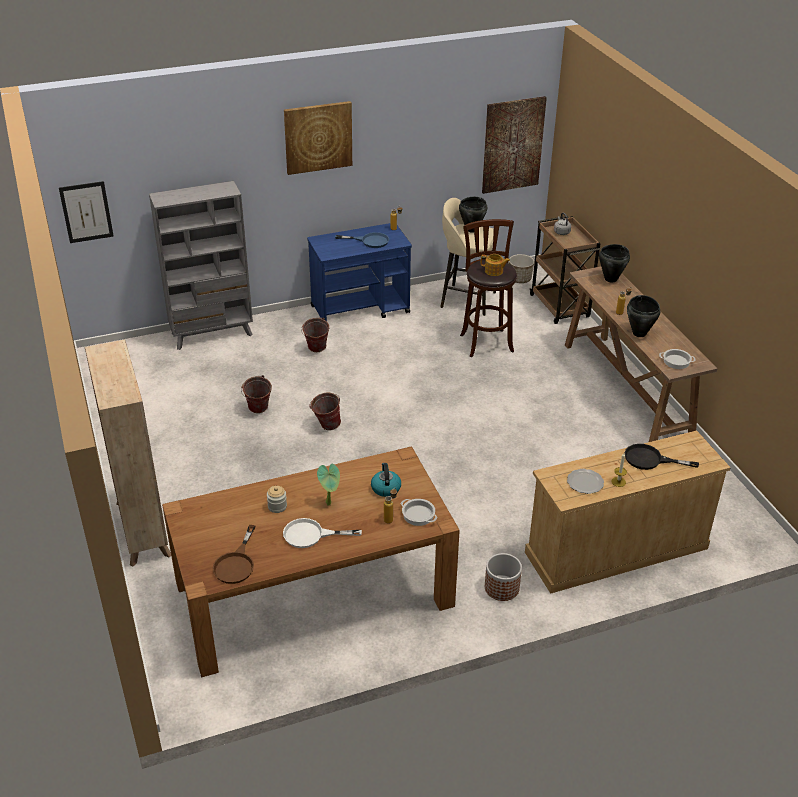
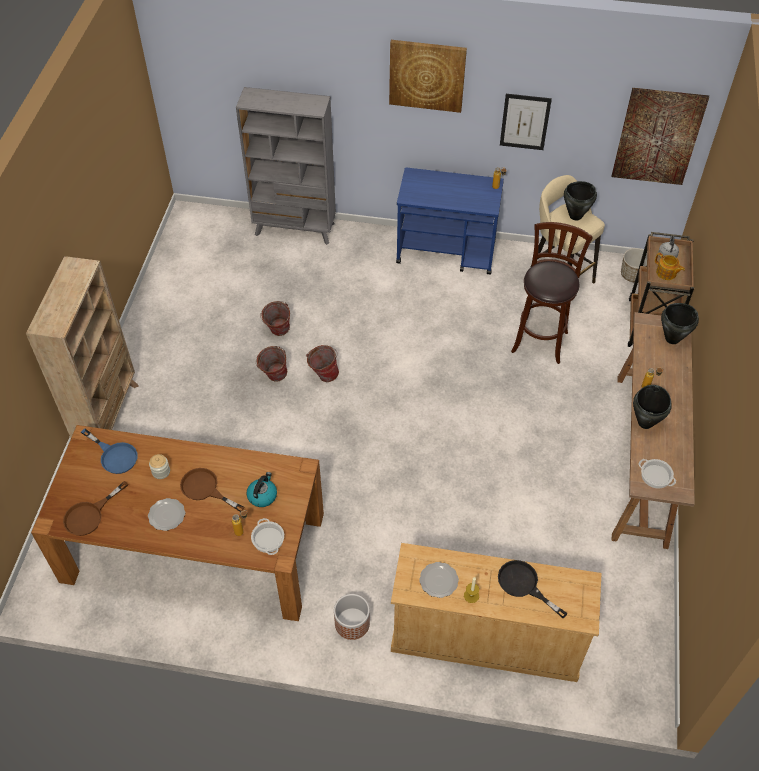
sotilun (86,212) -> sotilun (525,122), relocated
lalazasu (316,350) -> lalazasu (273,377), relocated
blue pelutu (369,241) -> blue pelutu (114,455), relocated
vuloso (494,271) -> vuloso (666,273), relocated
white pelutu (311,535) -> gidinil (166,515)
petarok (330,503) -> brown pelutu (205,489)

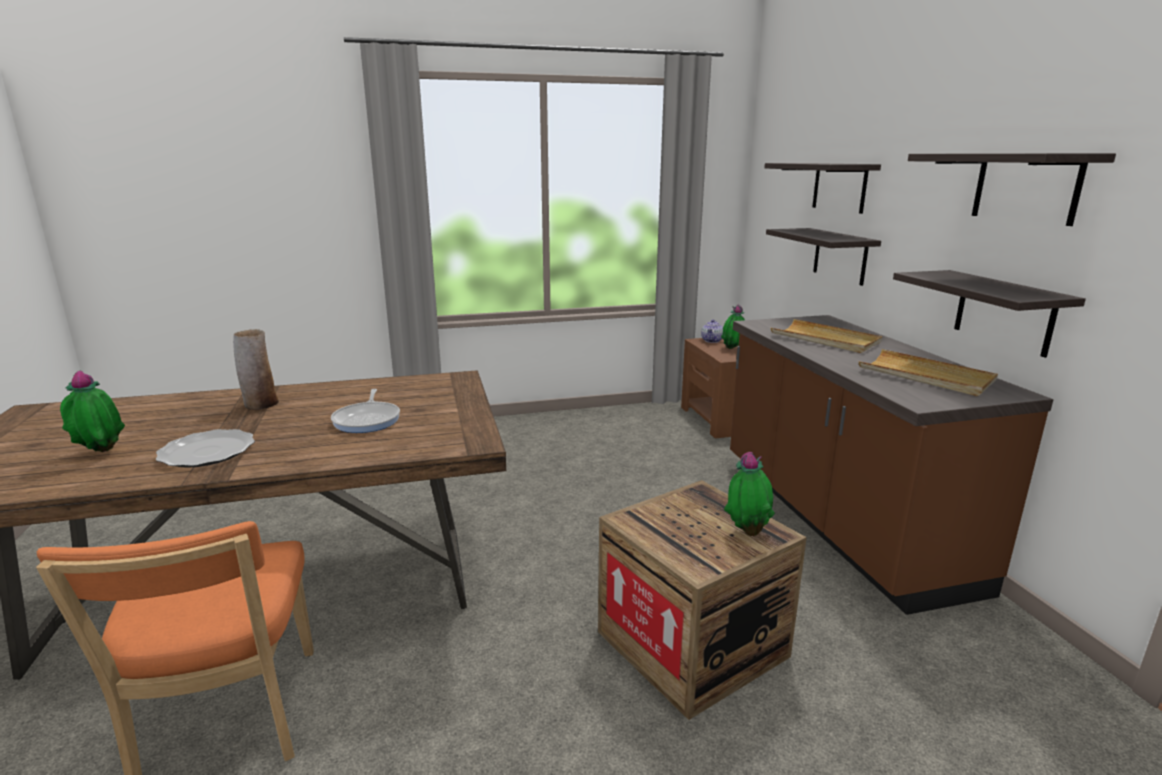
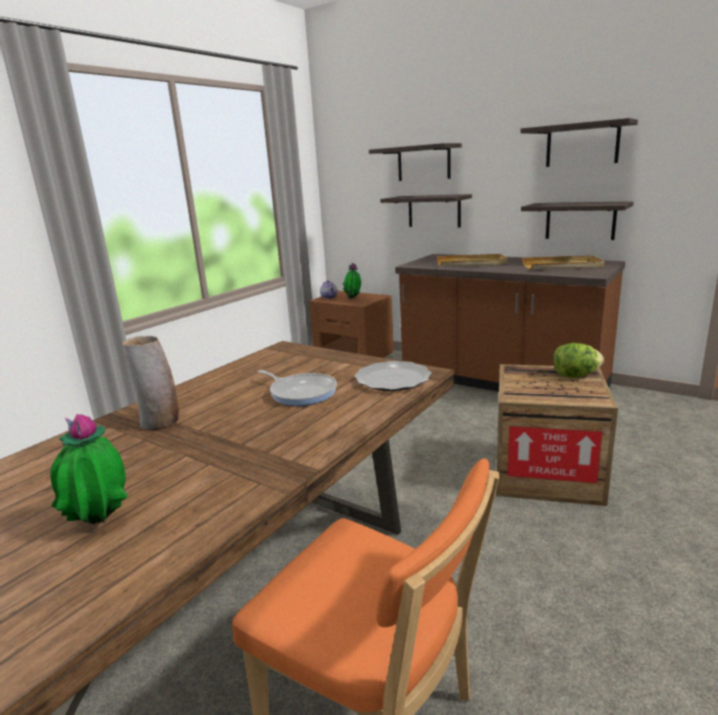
gidinil (207,452) -> gidinil (393,379), relocated
petarok (747,532) -> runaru (575,376)

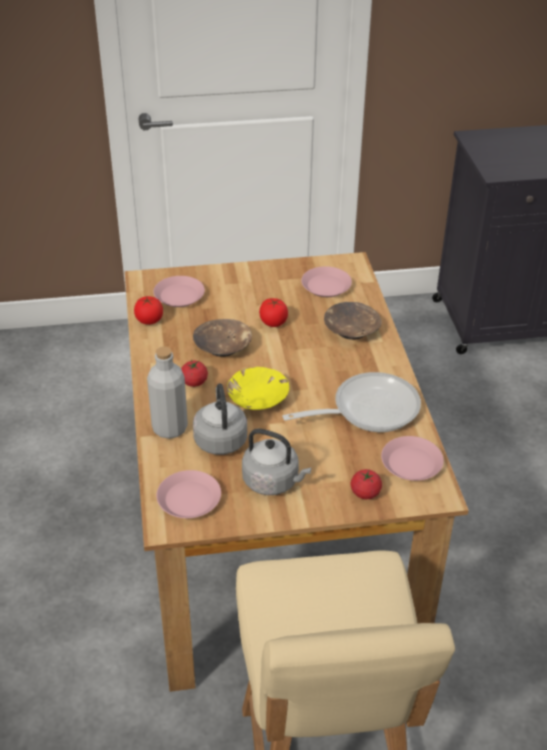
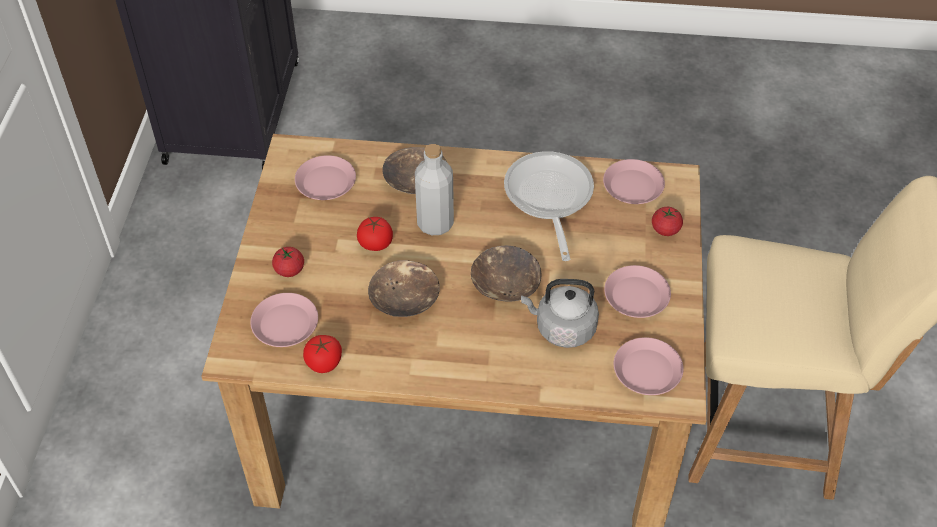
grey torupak (169,428) -> grey torupak (435,223), relocated
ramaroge (194,382) -> ramaroge (289,270), relocated
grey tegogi (273,481) -> pink gidinil (636,296)
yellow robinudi (258,398) -> brown robinudi (504,283)

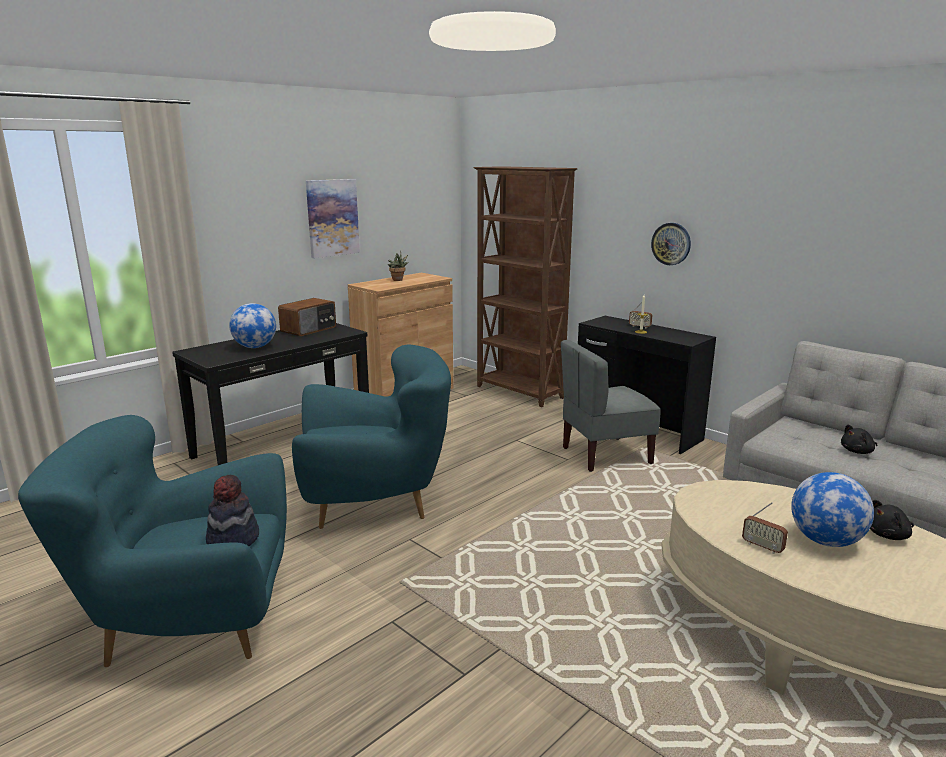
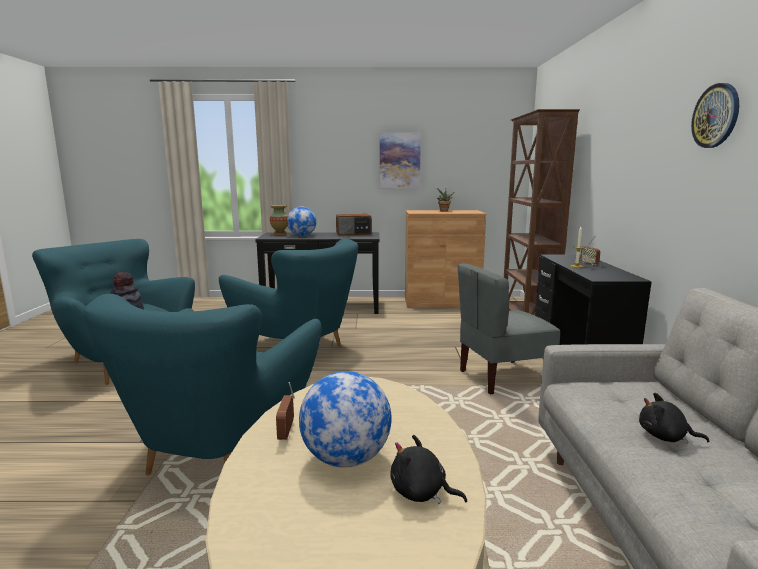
none -> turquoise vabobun (220,450)
none -> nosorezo (280,234)
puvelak (671,244) -> puvelak (716,116), relocated
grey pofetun (605,455) -> grey pofetun (503,378), 45 degrees counterclockwise

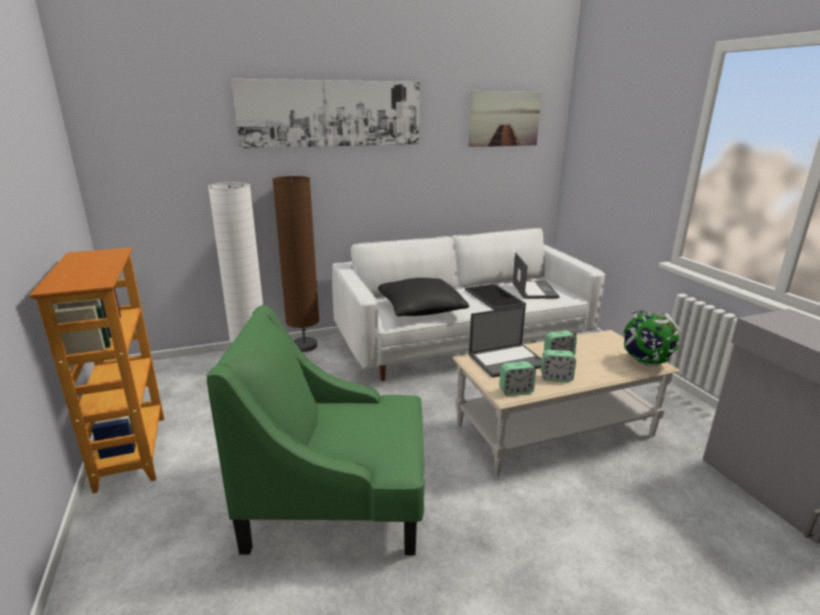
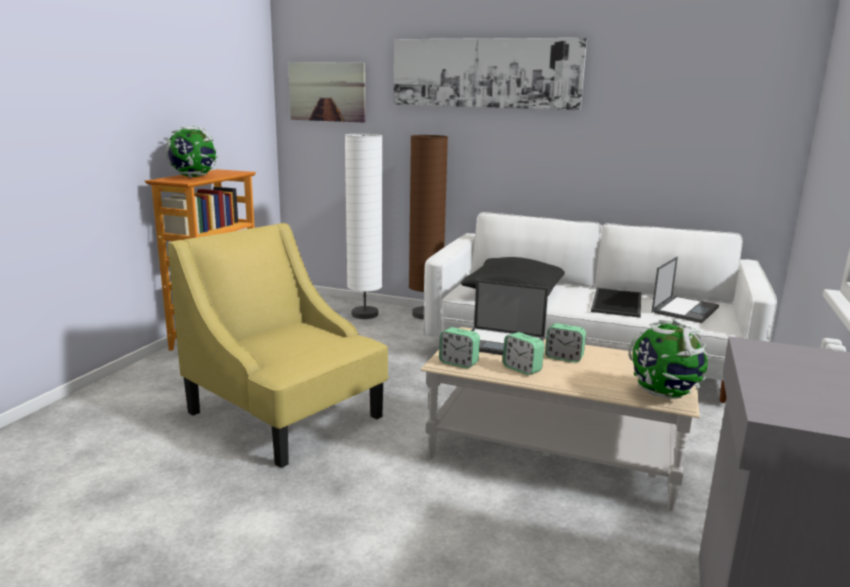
none -> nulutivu (193,177)
sotilun (504,119) -> sotilun (327,92), relocated
green vabobun (338,500) -> yellow vabobun (286,414)

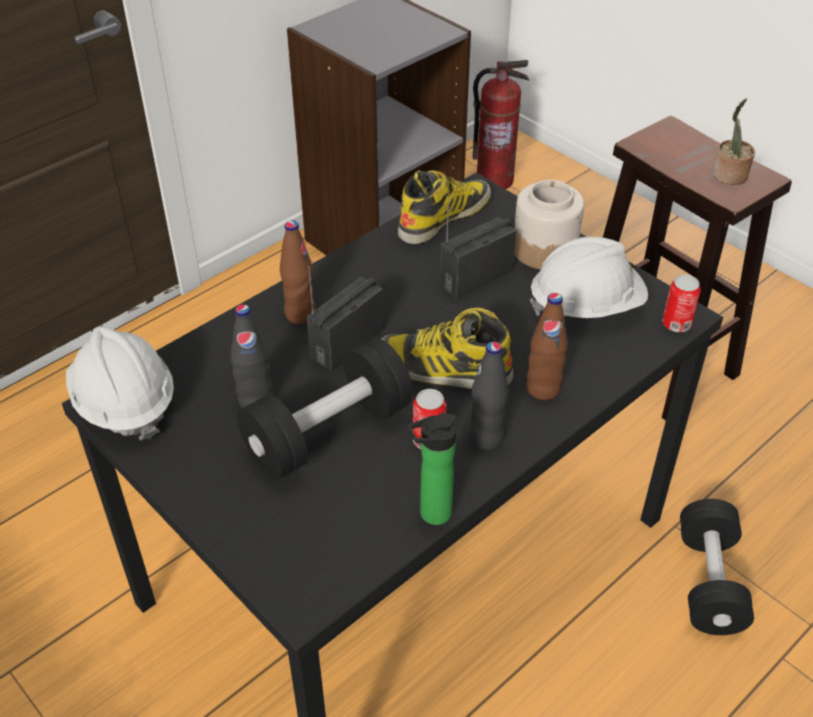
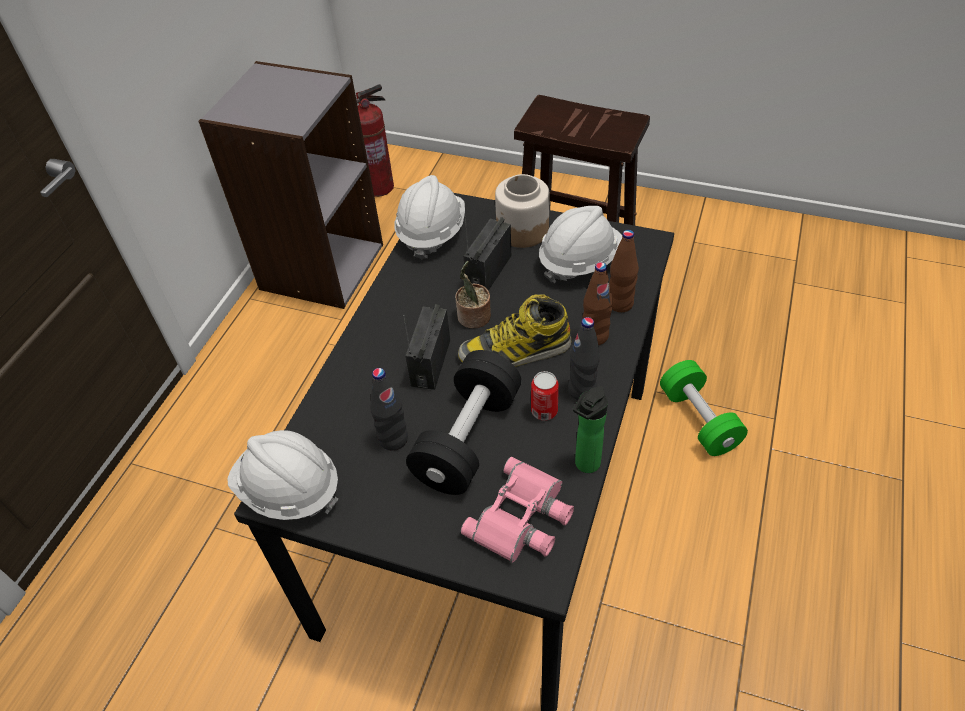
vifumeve (676,324) -> none
none -> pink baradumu (523,518)
brown torupak (300,314) -> brown torupak (620,304), relocated
petarok (729,176) -> petarok (473,318), relocated
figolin (444,216) -> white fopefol (431,232)
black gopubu (709,582) -> green gopubu (698,420)

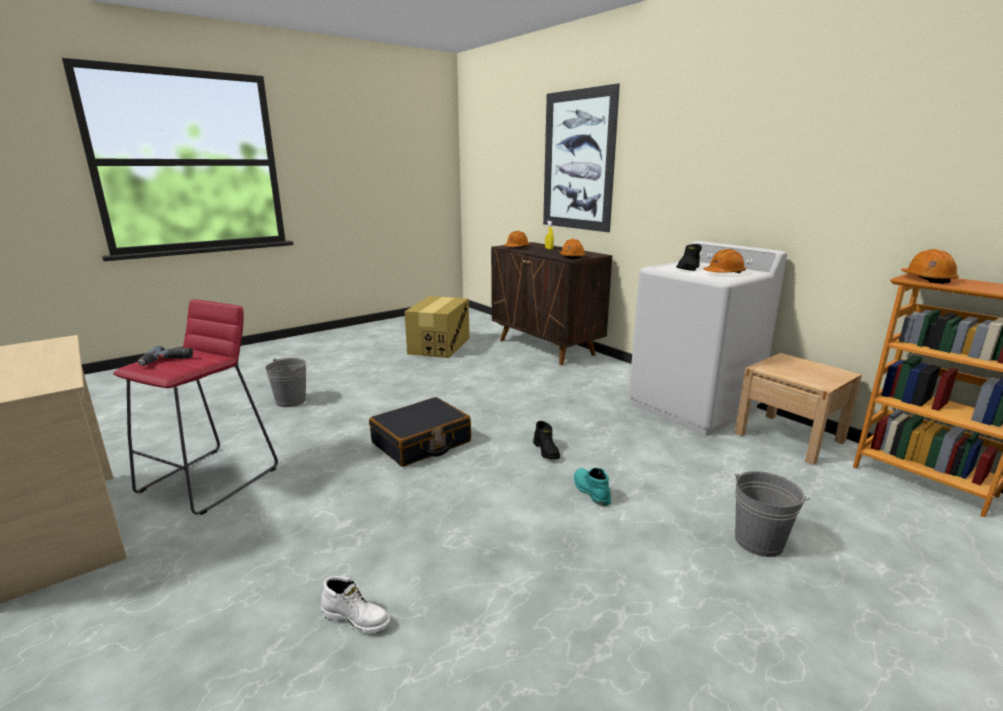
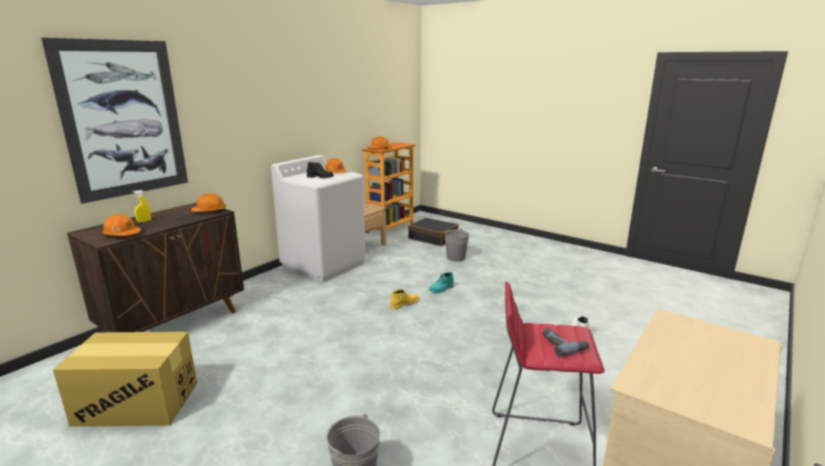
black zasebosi (421,443) -> black zasebosi (433,238), relocated
black figolin (547,451) -> yellow figolin (404,304)

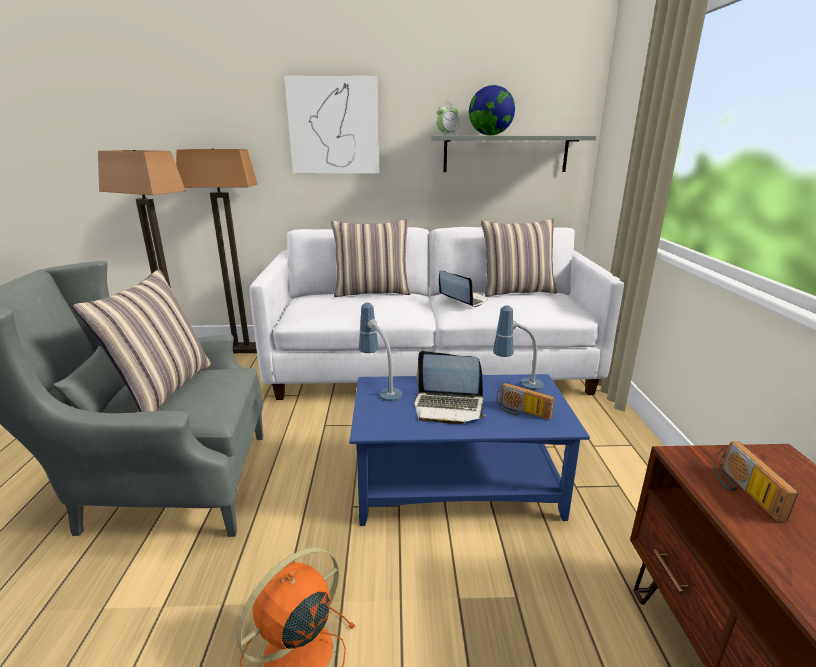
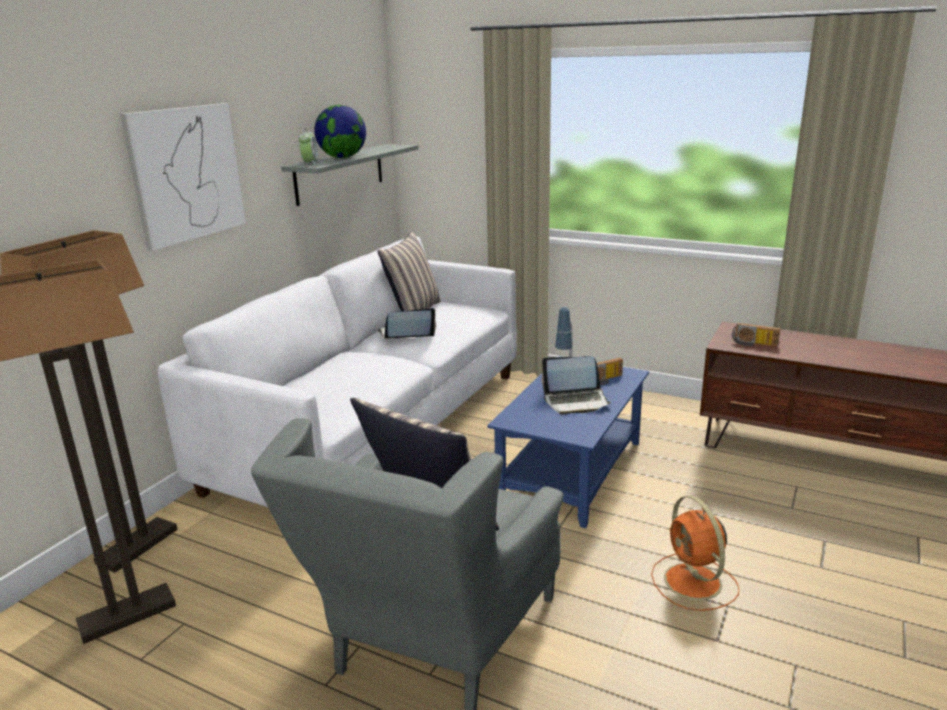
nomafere (372,292) -> none
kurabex (380,389) -> none
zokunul (448,407) -> zokunul (576,401), 45 degrees clockwise

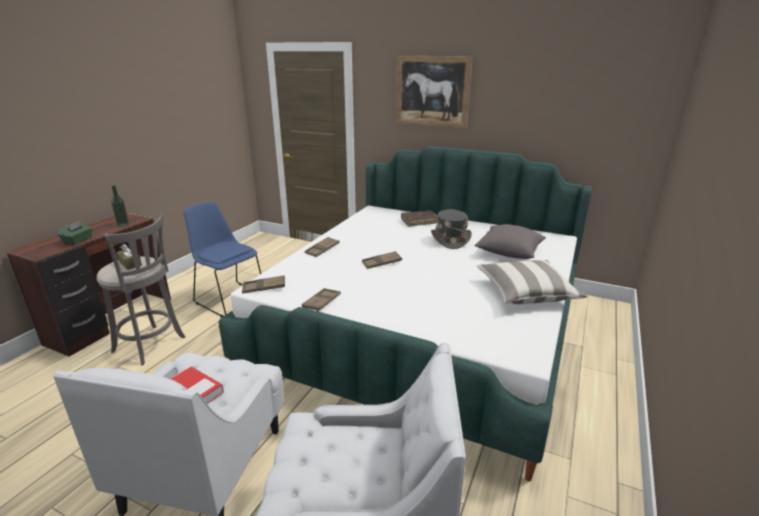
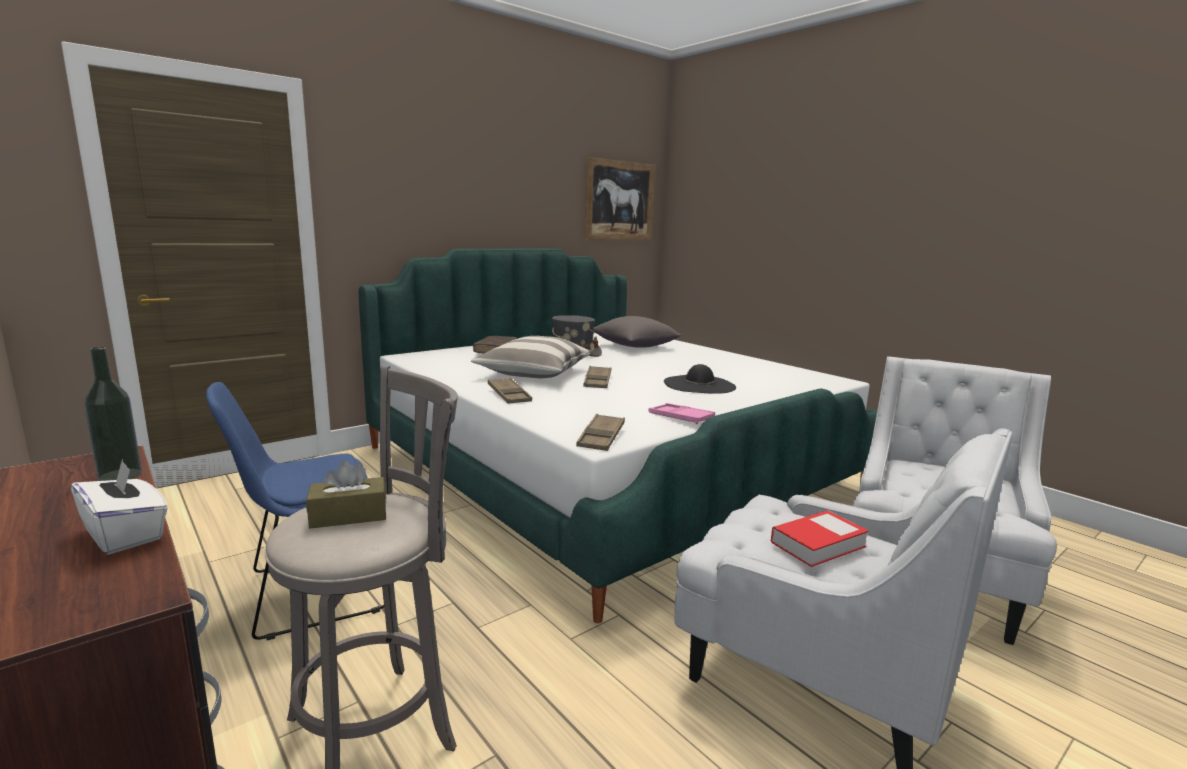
none -> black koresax (699,384)
sotilun (432,91) -> sotilun (619,200), relocated
nomafere (526,293) -> nomafere (534,373), relocated
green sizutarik (78,241) -> white sizutarik (126,534)
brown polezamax (322,302) -> pink polezamax (680,418)

